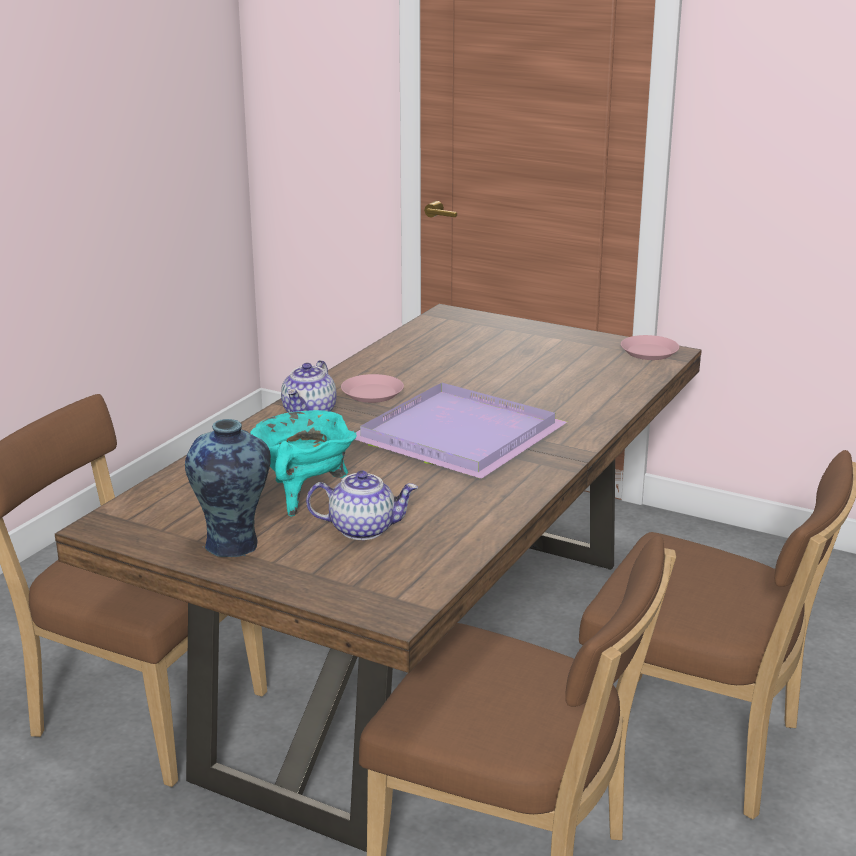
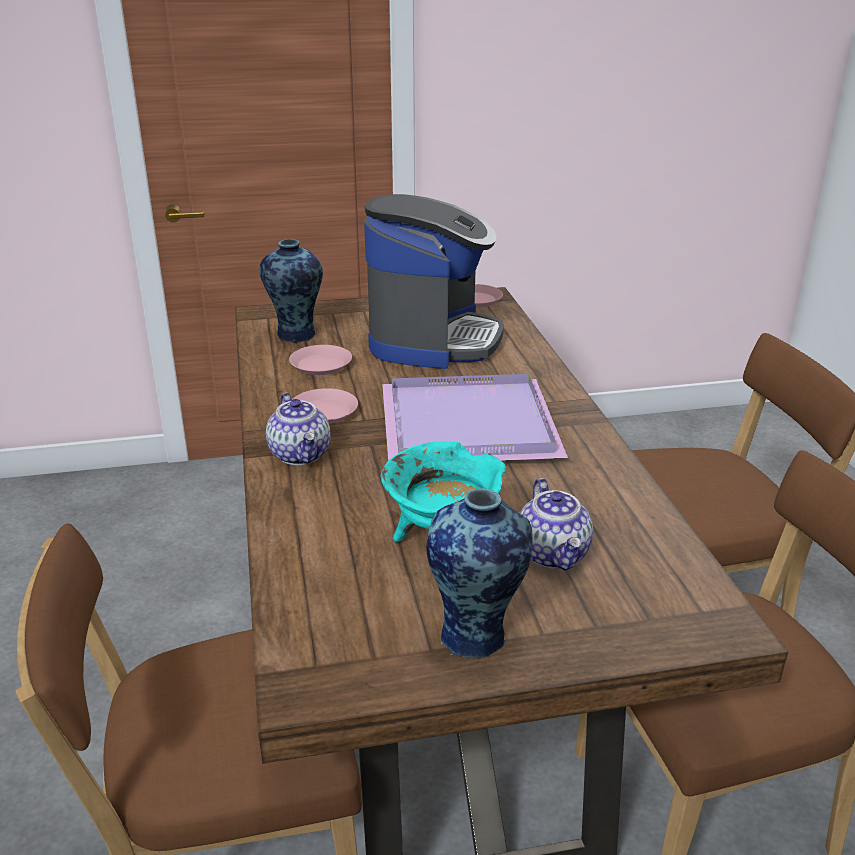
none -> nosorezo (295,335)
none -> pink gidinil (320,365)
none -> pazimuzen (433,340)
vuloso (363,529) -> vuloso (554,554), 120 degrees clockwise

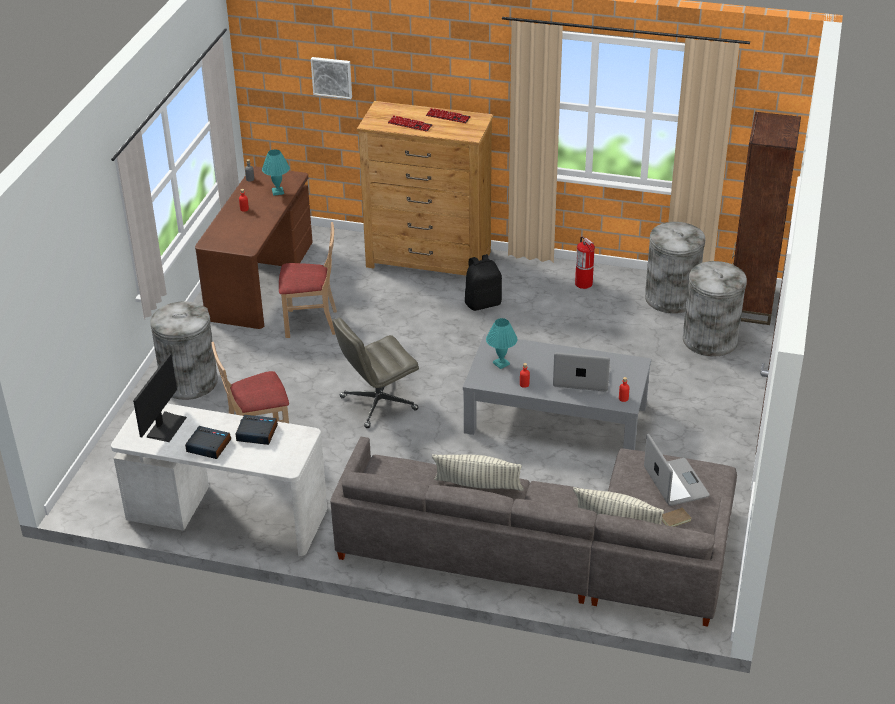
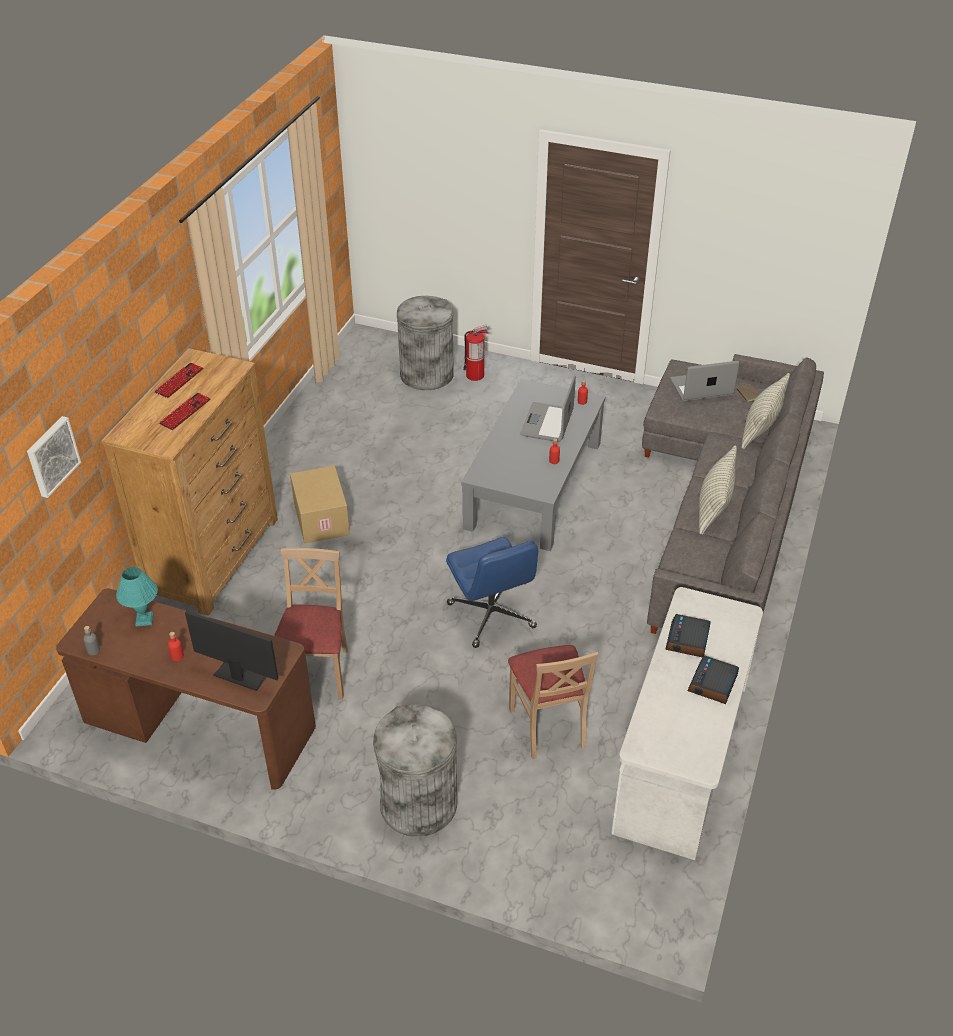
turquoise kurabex (501,363) -> none
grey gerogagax (671,298) -> none
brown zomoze (750,304) -> none
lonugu (166,426) -> lonugu (241,673), relocated
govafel (584,284) -> govafel (475,375), relocated
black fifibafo (483,303) -> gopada (320,518)
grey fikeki (378,404) -> blue fikeki (492,616)

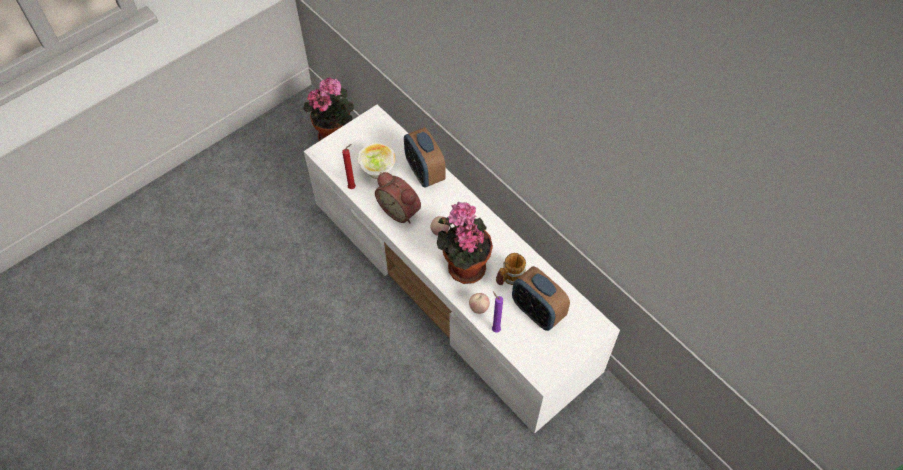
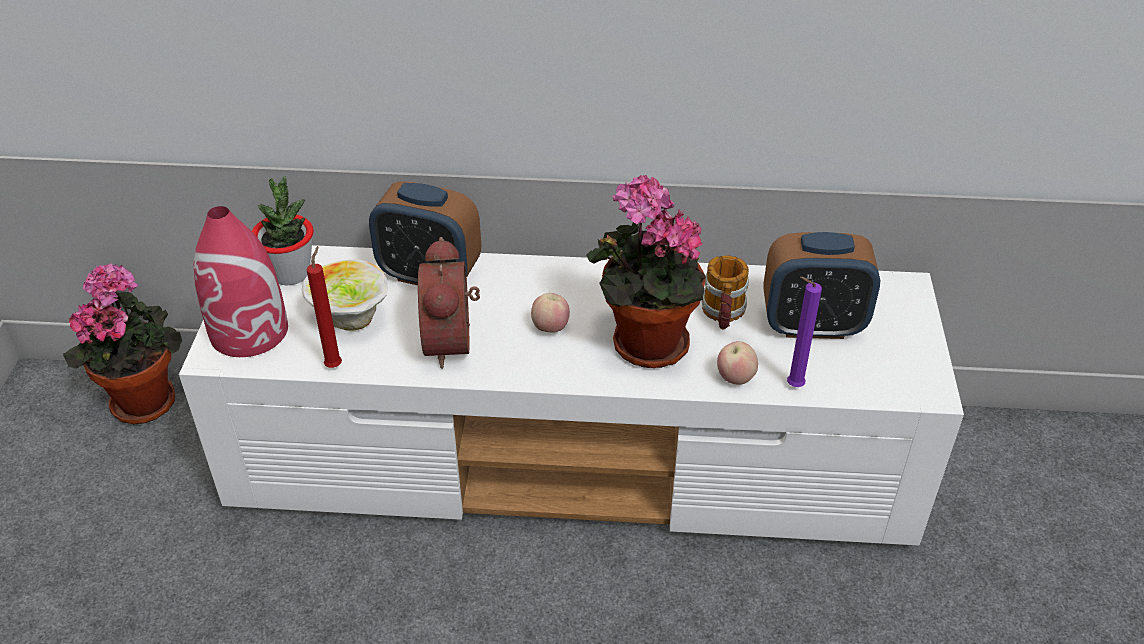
none -> red nosorezo (250,331)
none -> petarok (291,273)
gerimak (401,210) -> gerimak (454,342), 90 degrees clockwise

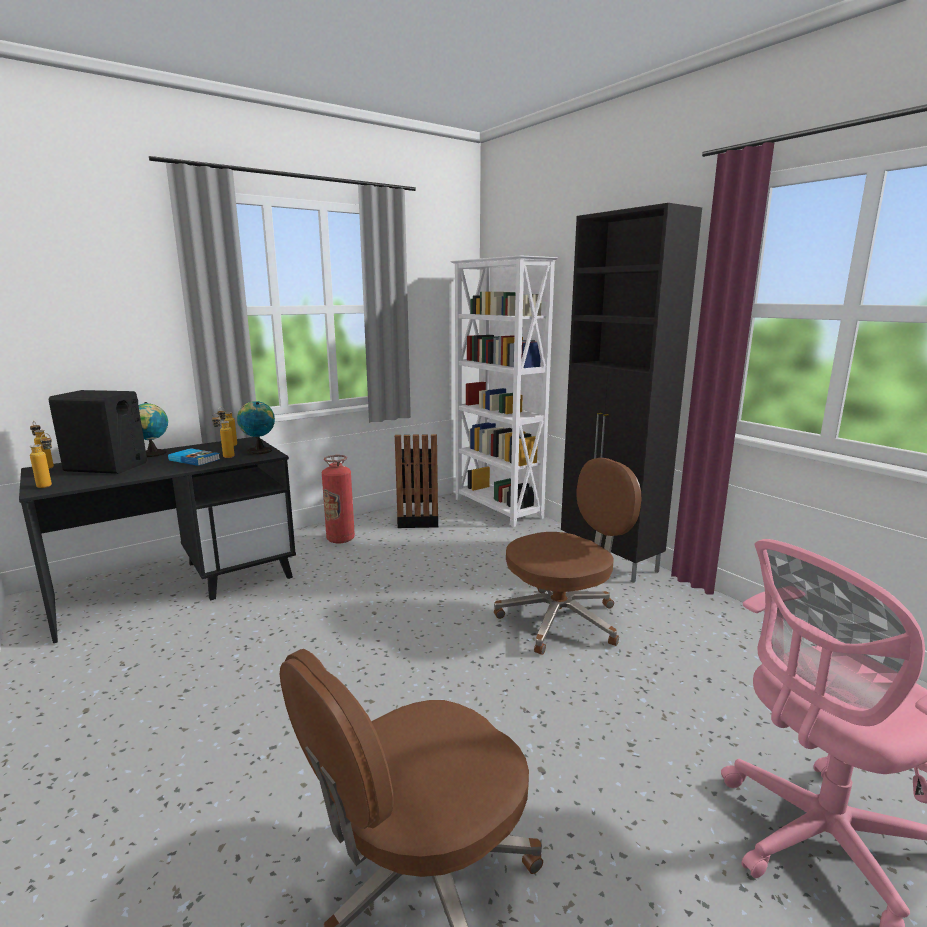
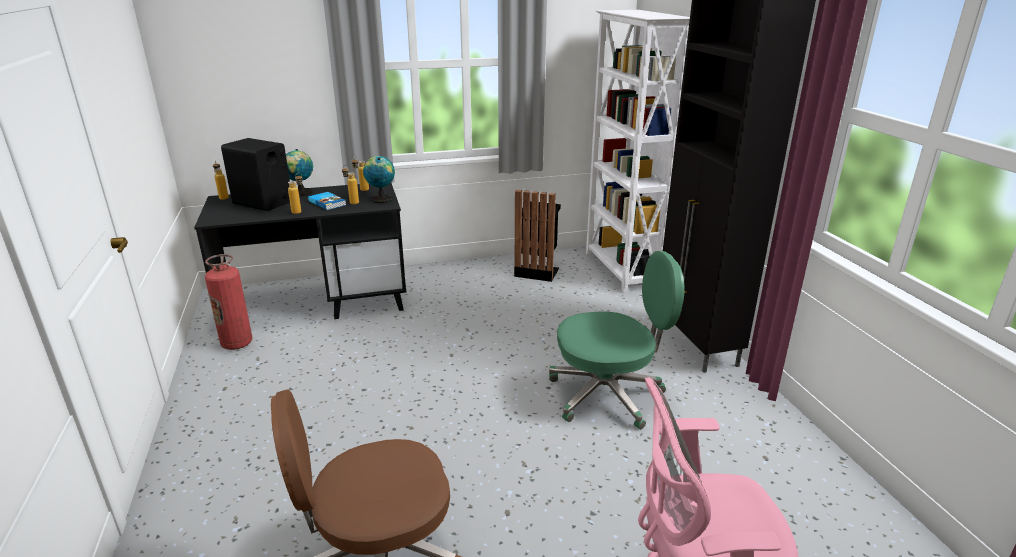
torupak (49,484) -> torupak (299,211), relocated
govafel (340,539) -> govafel (237,343), relocated
brown fikeki (562,619) -> green fikeki (608,394)

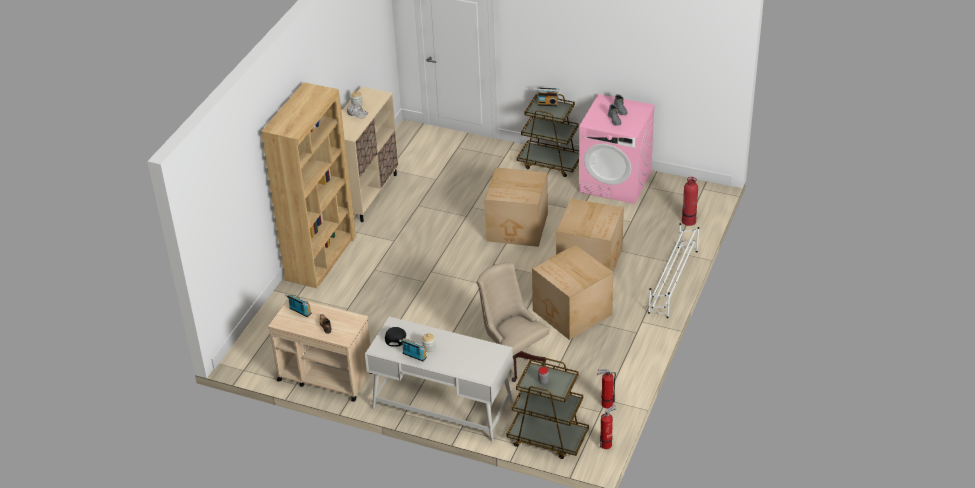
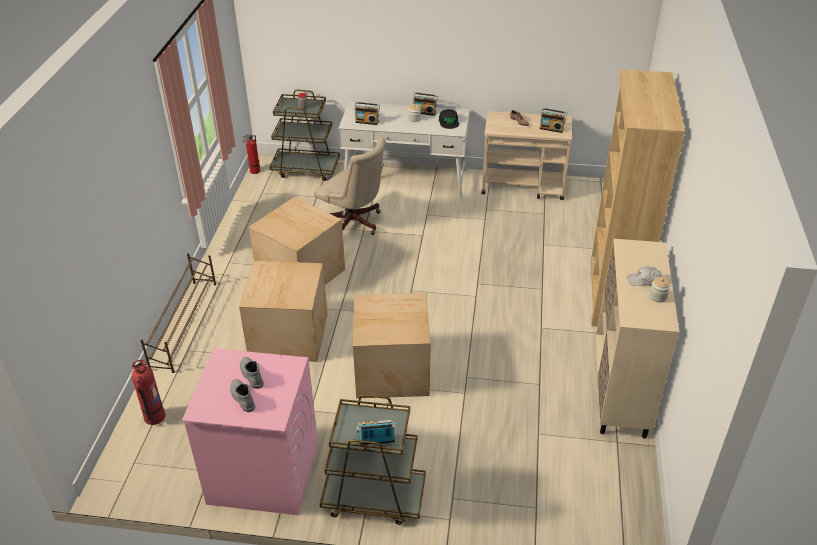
govafel (605,404) -> none
none -> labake (367,121)
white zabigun (672,282) -> brown zabigun (185,324)

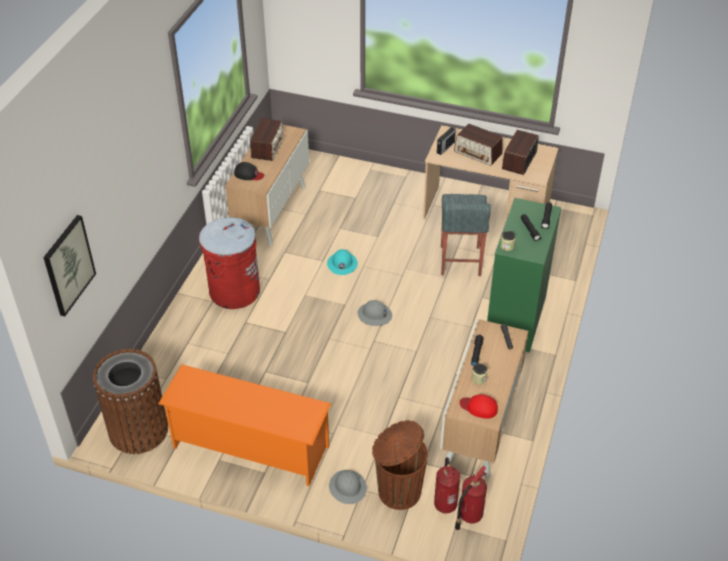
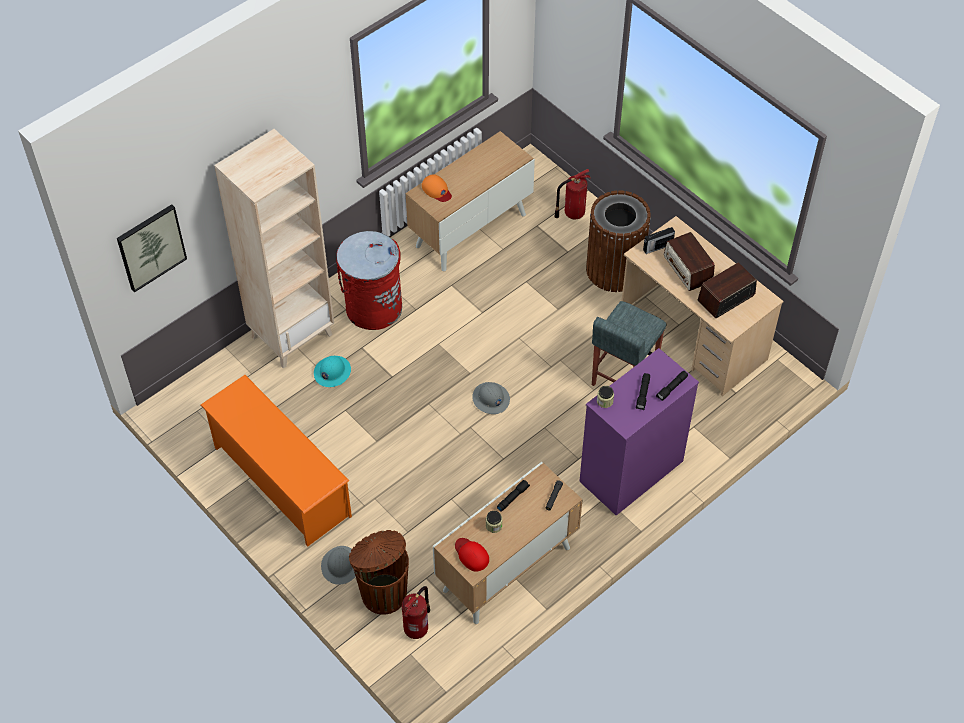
labake (267,147) -> none
none -> beige zomoze (292,335)
brown gerogagax (138,430) -> brown gerogagax (614,269), relocated
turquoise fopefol (342,264) -> turquoise fopefol (332,372), relocated
govafel (469,516) -> govafel (572,213), relocated
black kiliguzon (248,174) -> orange kiliguzon (436,190)
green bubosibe (515,319) -> purple bubosibe (630,472)

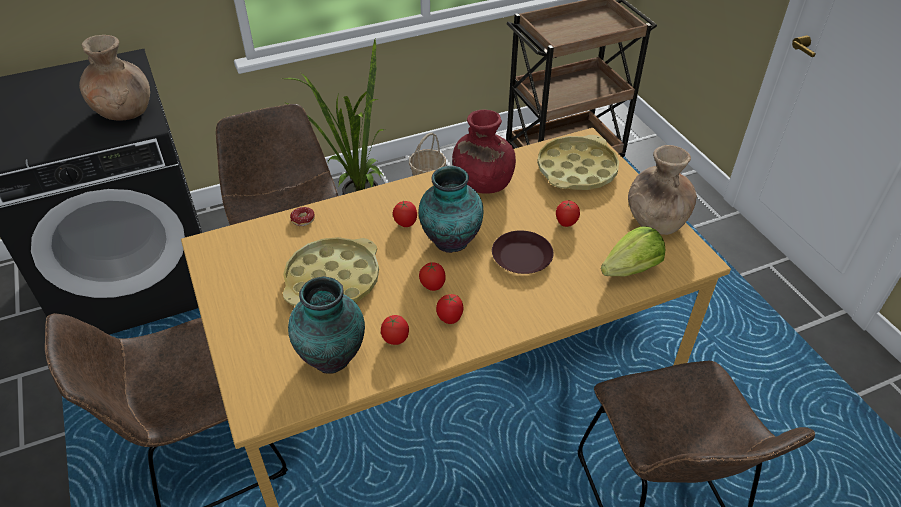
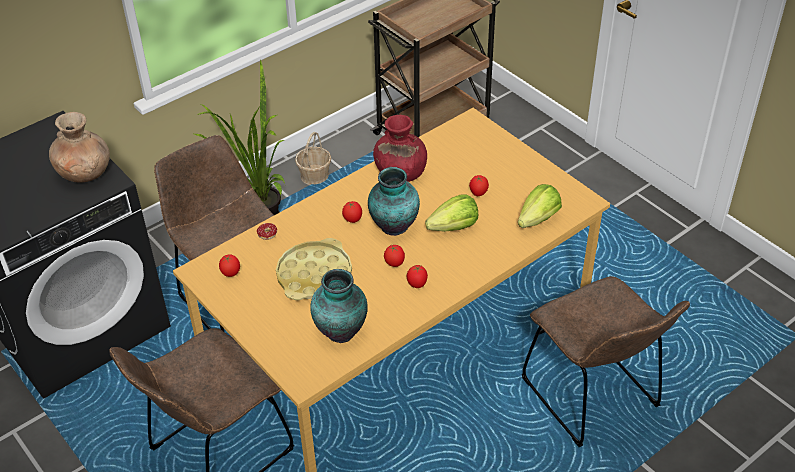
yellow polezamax (576,169) -> none
brown nosorezo (655,219) -> none
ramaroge (395,340) -> ramaroge (230,273), relocated
brown gidinil (522,257) -> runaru (454,227)

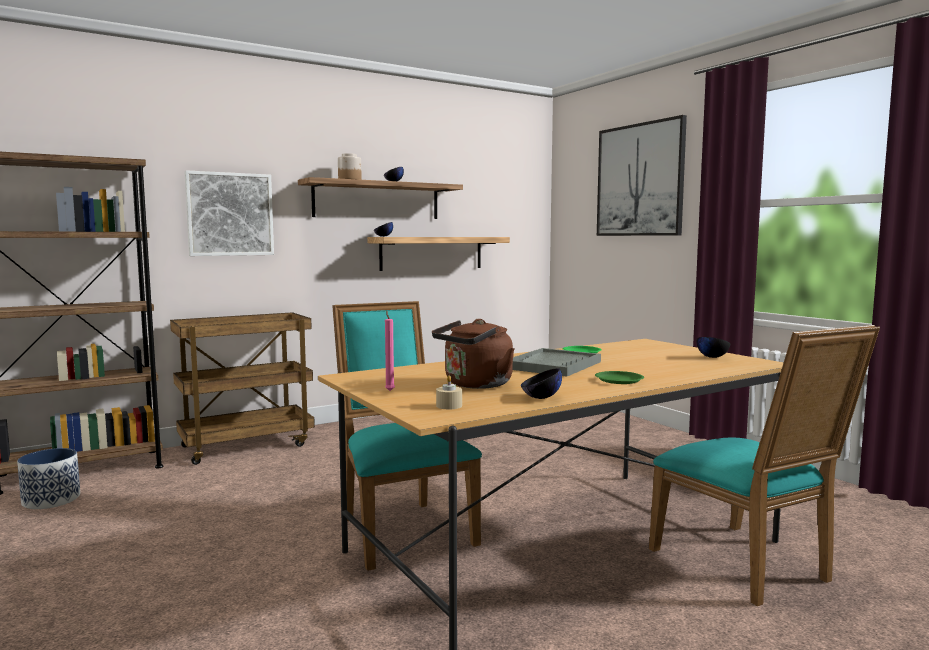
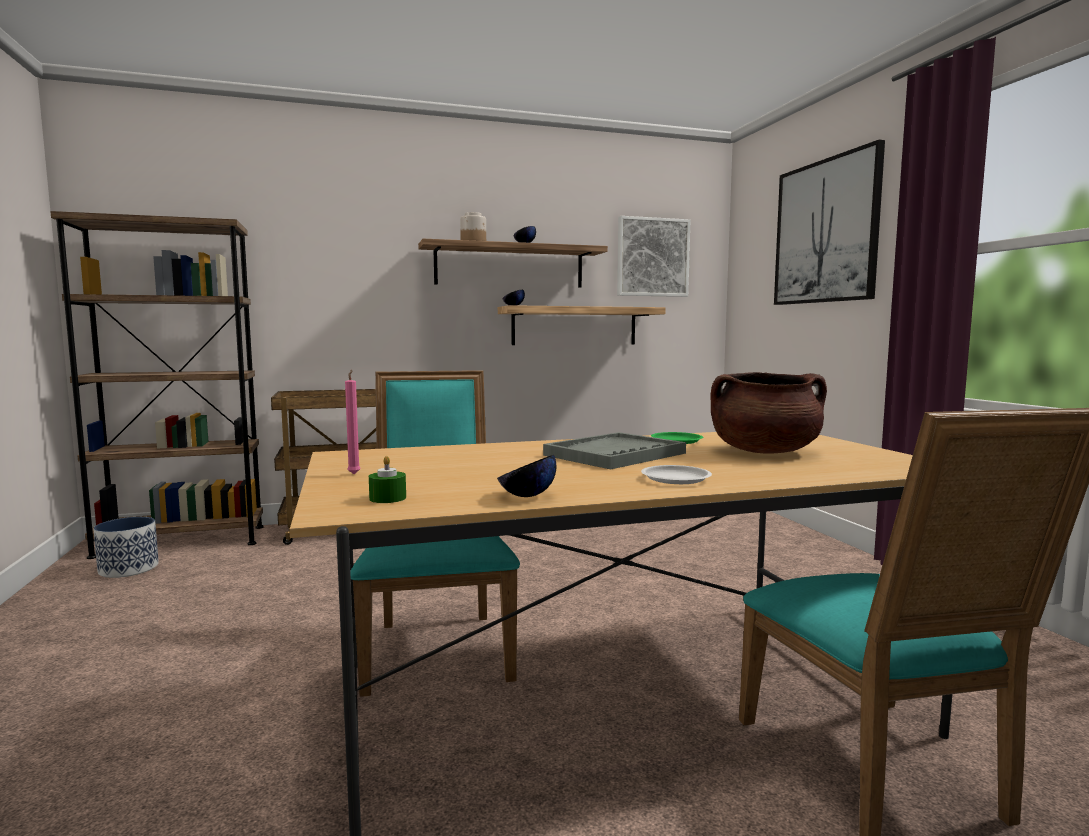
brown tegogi (475,385) -> none
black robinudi (712,357) -> none
none -> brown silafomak (764,452)
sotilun (230,214) -> sotilun (652,257), relocated
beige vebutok (449,406) -> green vebutok (387,498)
green gidinil (619,380) -> white gidinil (676,479)

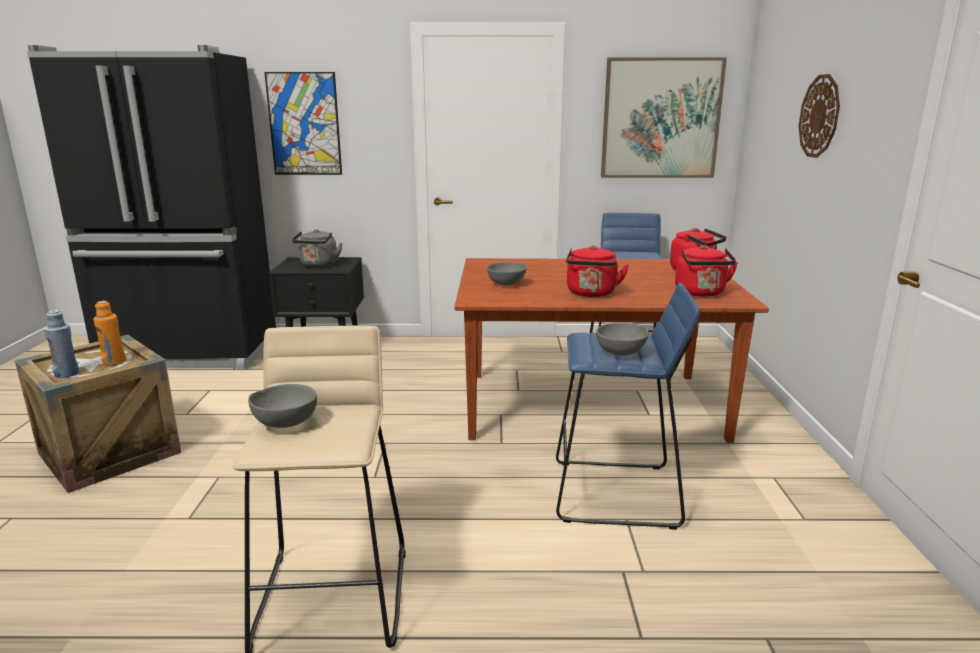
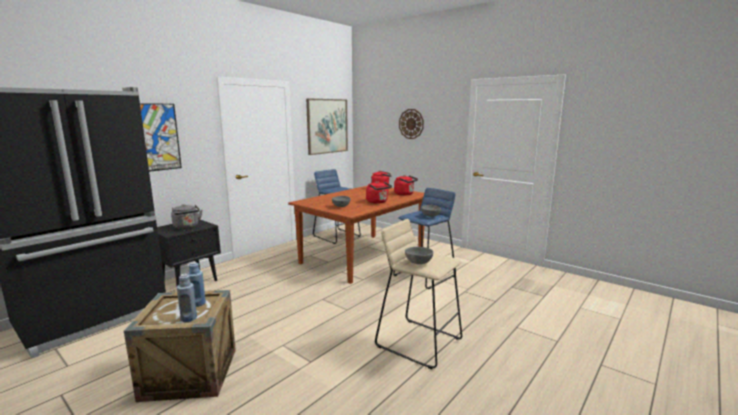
orange torupak (114,362) -> blue torupak (198,303)

